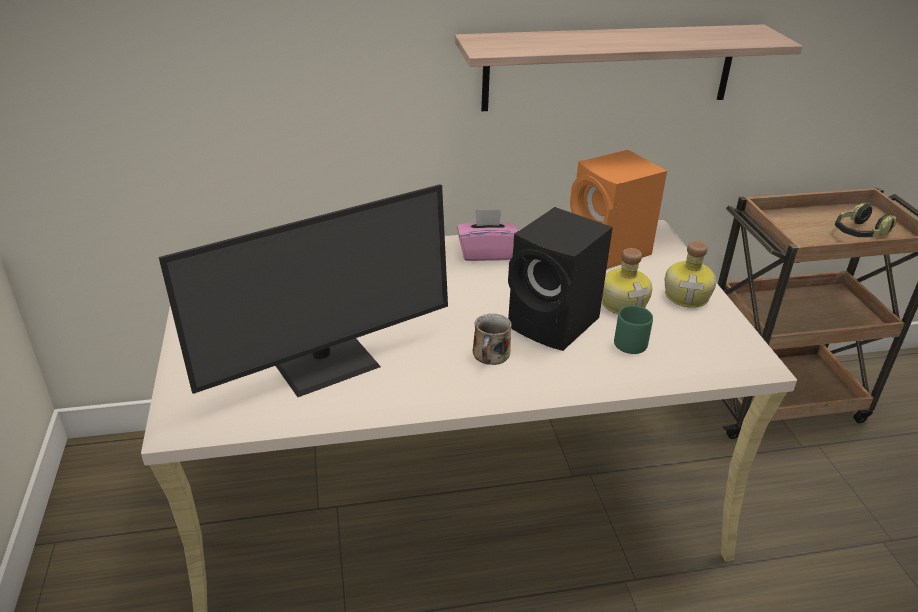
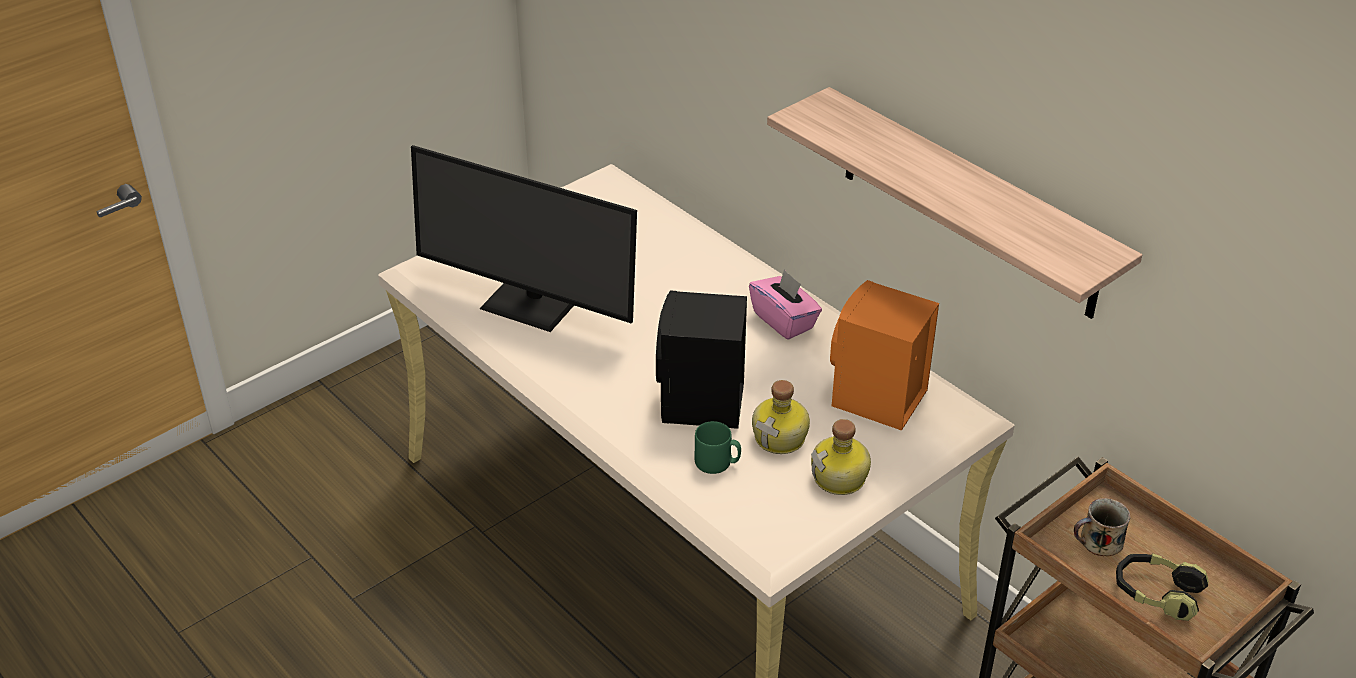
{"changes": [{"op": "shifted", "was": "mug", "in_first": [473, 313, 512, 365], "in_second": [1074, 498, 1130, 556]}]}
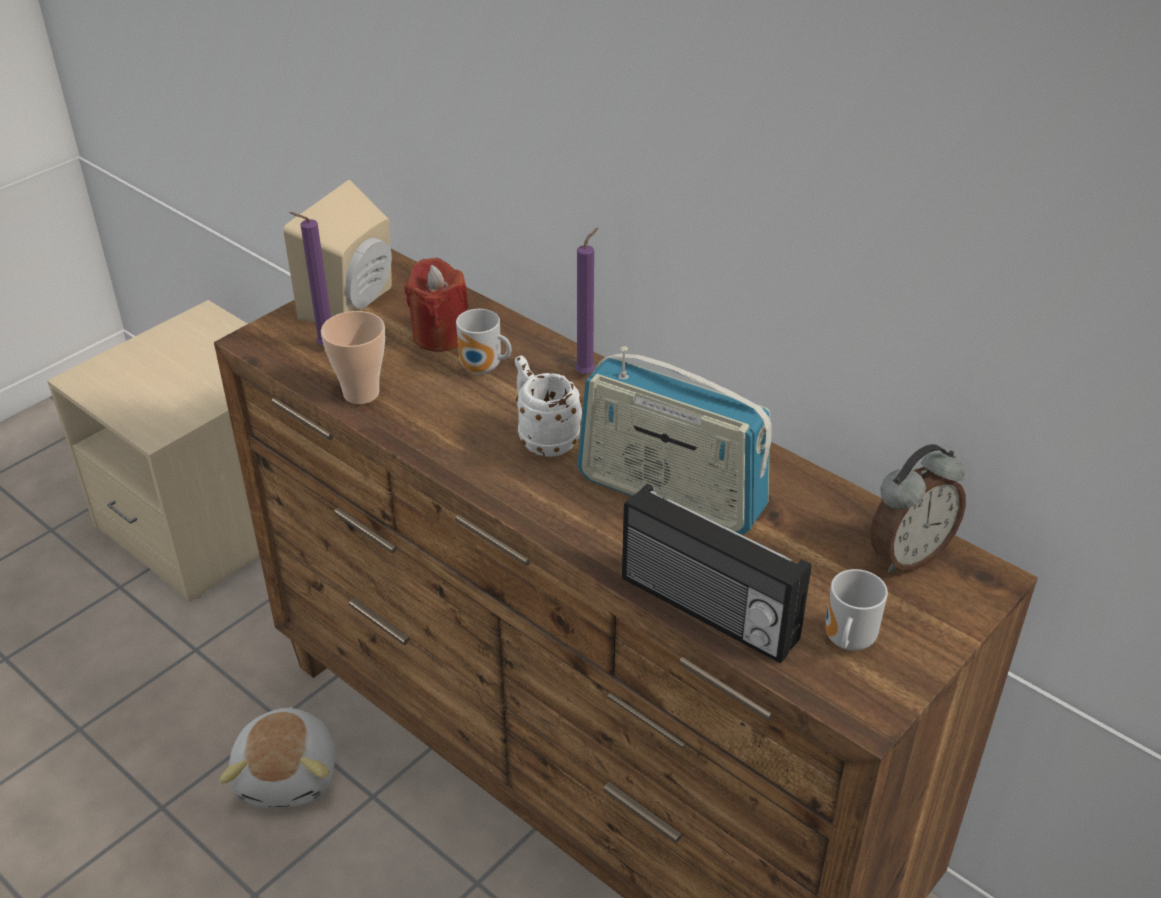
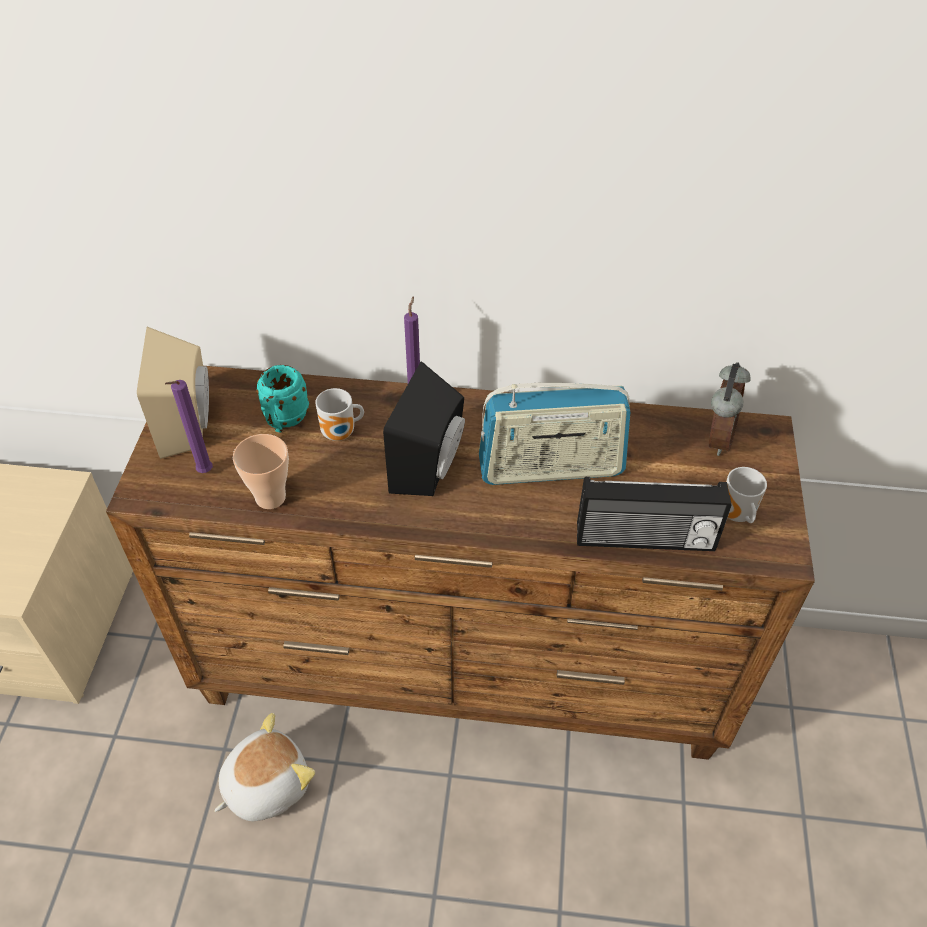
{"changes": [{"op": "rotated", "was": "plush_toy", "in_first": [220, 707, 336, 808], "in_second": [214, 713, 315, 821], "clockwise": -90}, {"op": "swapped", "was": "red_candle", "now": "turquoise_mug", "in_first": [404, 258, 469, 352], "in_second": [256, 365, 309, 433]}, {"op": "swapped", "was": "white_mug", "now": "black_speaker", "in_first": [515, 356, 582, 457], "in_second": [383, 361, 465, 496]}]}
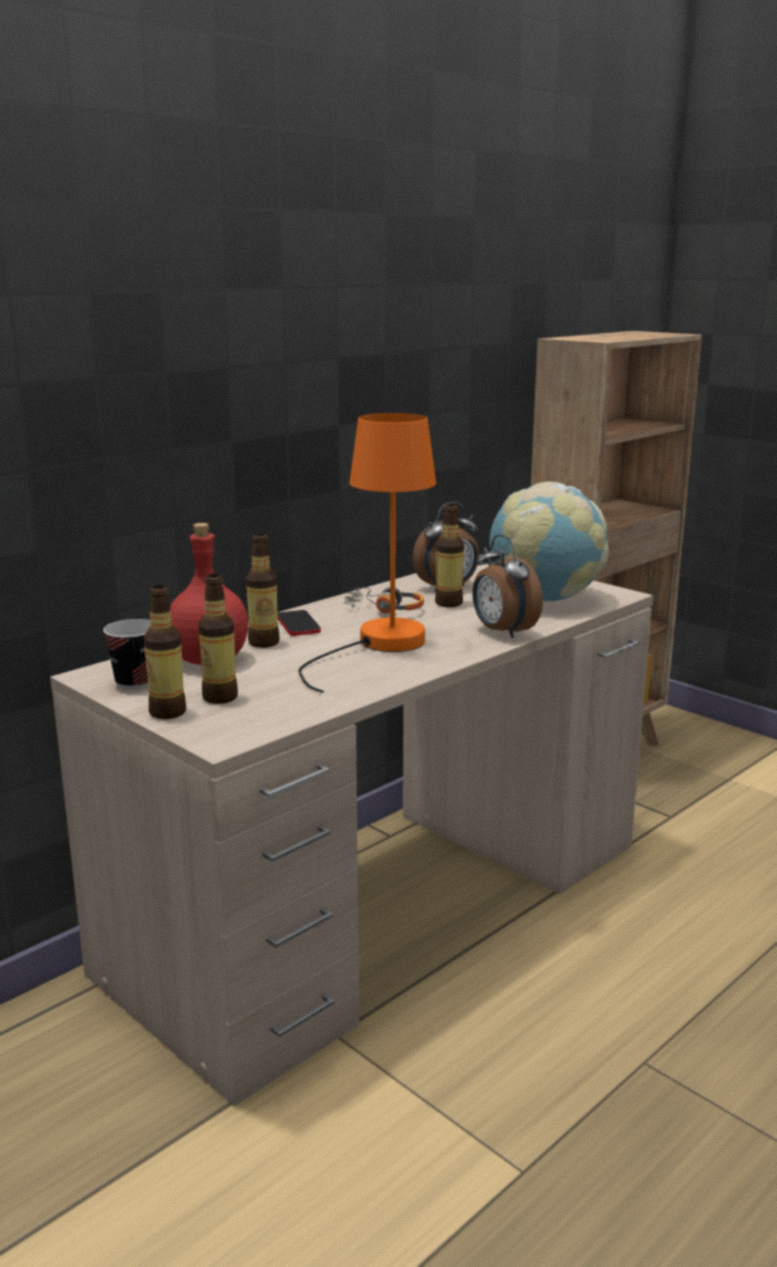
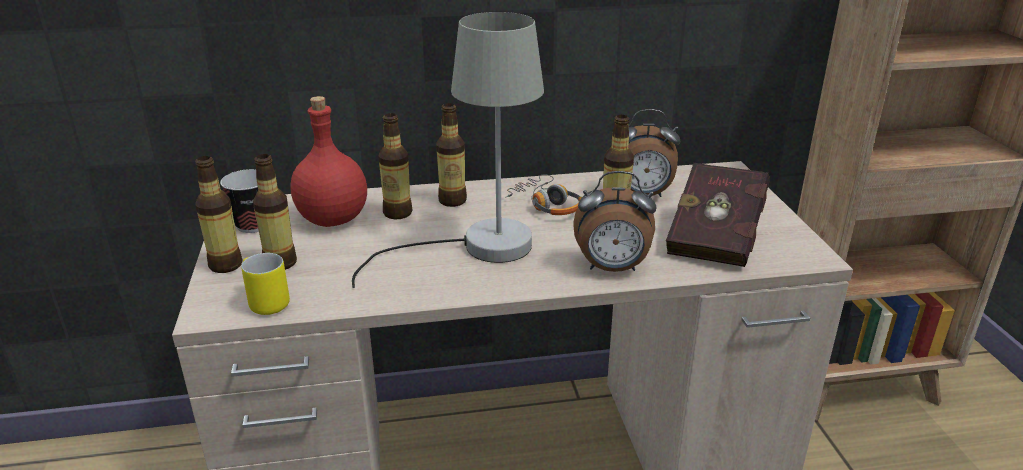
{"changes": [{"op": "swapped", "was": "phone", "now": "bottle", "in_first": [277, 610, 321, 636], "in_second": [436, 103, 467, 207]}, {"op": "repainted", "was": "orange_table_lamp", "now": "grey_table_lamp", "in_first": [298, 413, 436, 693], "in_second": [352, 12, 544, 288]}, {"op": "rotated", "was": "alarm_clock", "in_first": [472, 535, 543, 638], "in_second": [573, 171, 656, 272], "clockwise": -90}, {"op": "swapped", "was": "globe", "now": "red_book", "in_first": [490, 482, 609, 601], "in_second": [666, 163, 770, 267]}, {"op": "new", "now": "yellow_mug", "in_second": [241, 253, 290, 315]}]}
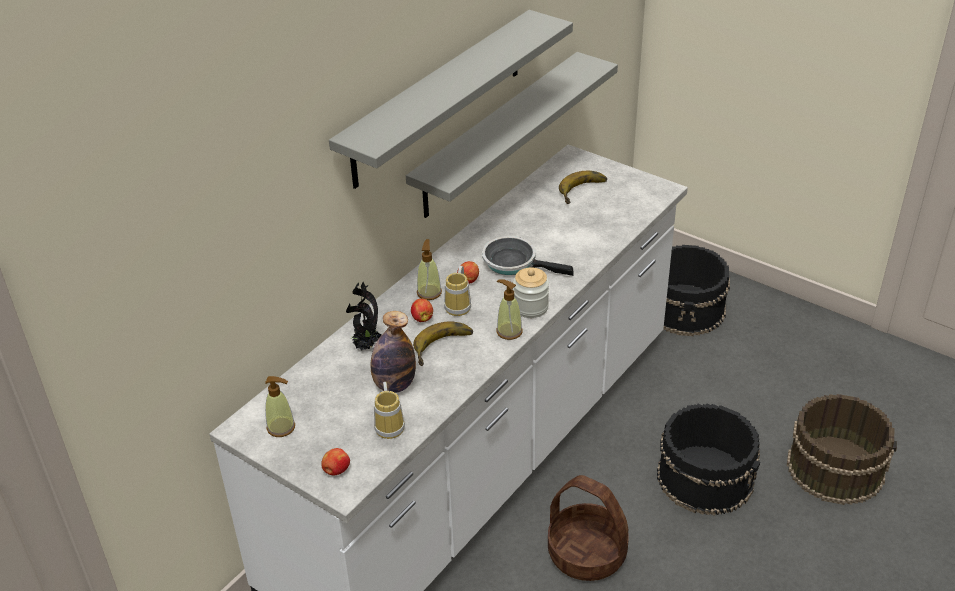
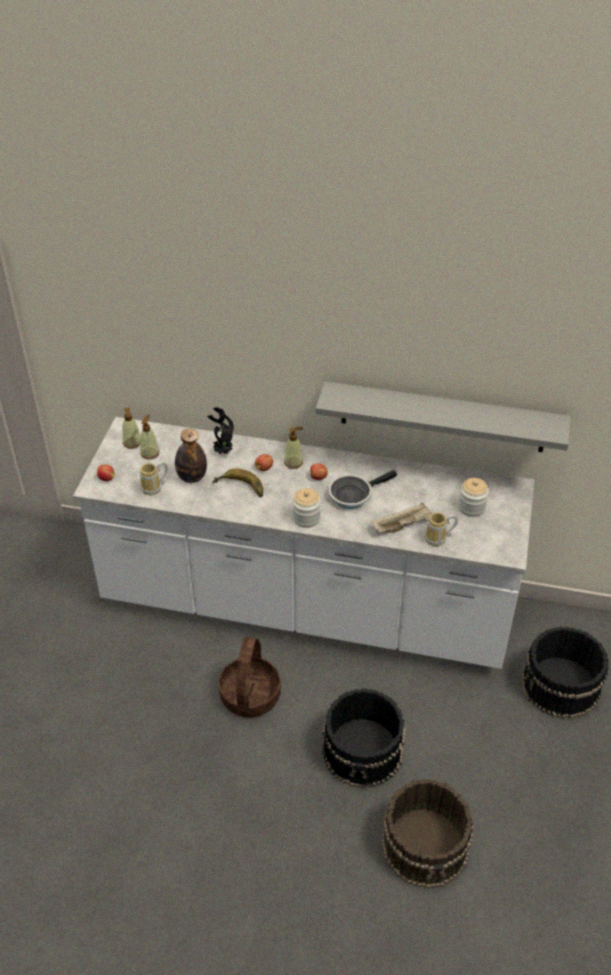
{"changes": [{"op": "gone", "was": "grey_shelf", "in_first": [329, 10, 573, 189]}, {"op": "shifted", "was": "mug", "in_first": [444, 266, 471, 316], "in_second": [425, 512, 458, 546]}, {"op": "rotated", "was": "frying_pan", "in_first": [482, 236, 574, 276], "in_second": [328, 470, 397, 509], "clockwise": -120}, {"op": "shifted", "was": "soap_dispenser", "in_first": [496, 279, 523, 340], "in_second": [140, 415, 159, 459]}, {"op": "swapped", "was": "banana", "now": "jar", "in_first": [559, 171, 607, 204], "in_second": [458, 478, 489, 517]}, {"op": "new", "now": "beige_tray", "in_second": [372, 503, 432, 533]}]}
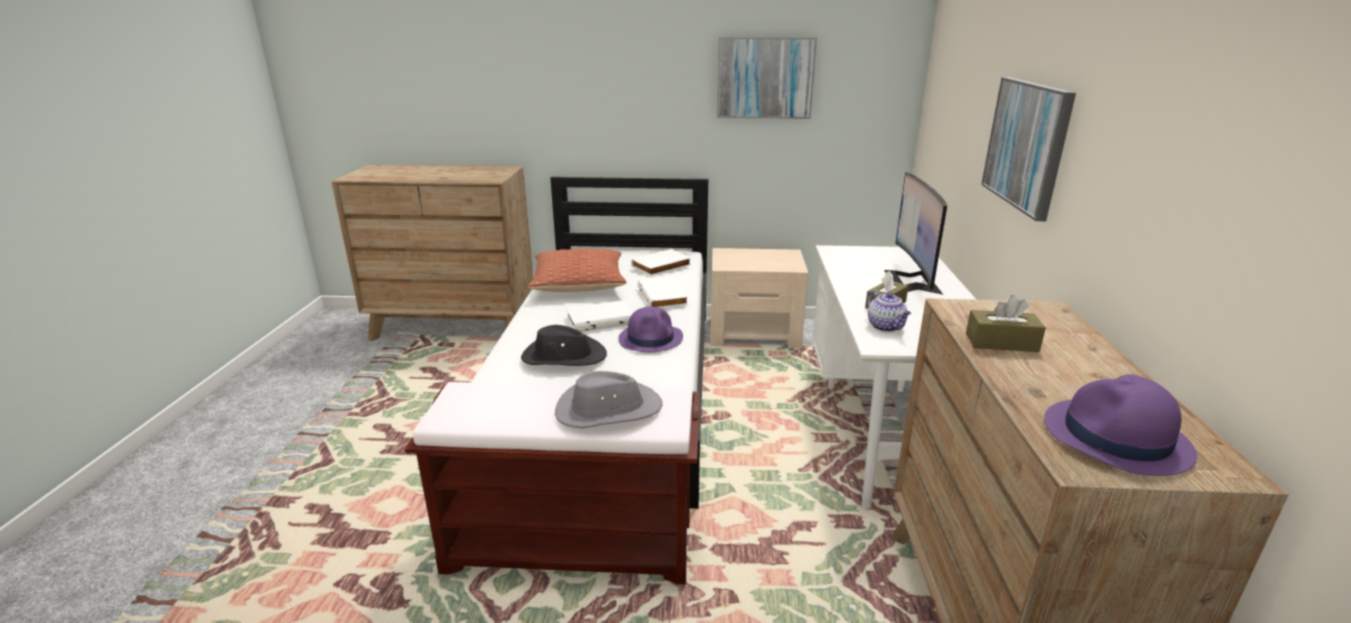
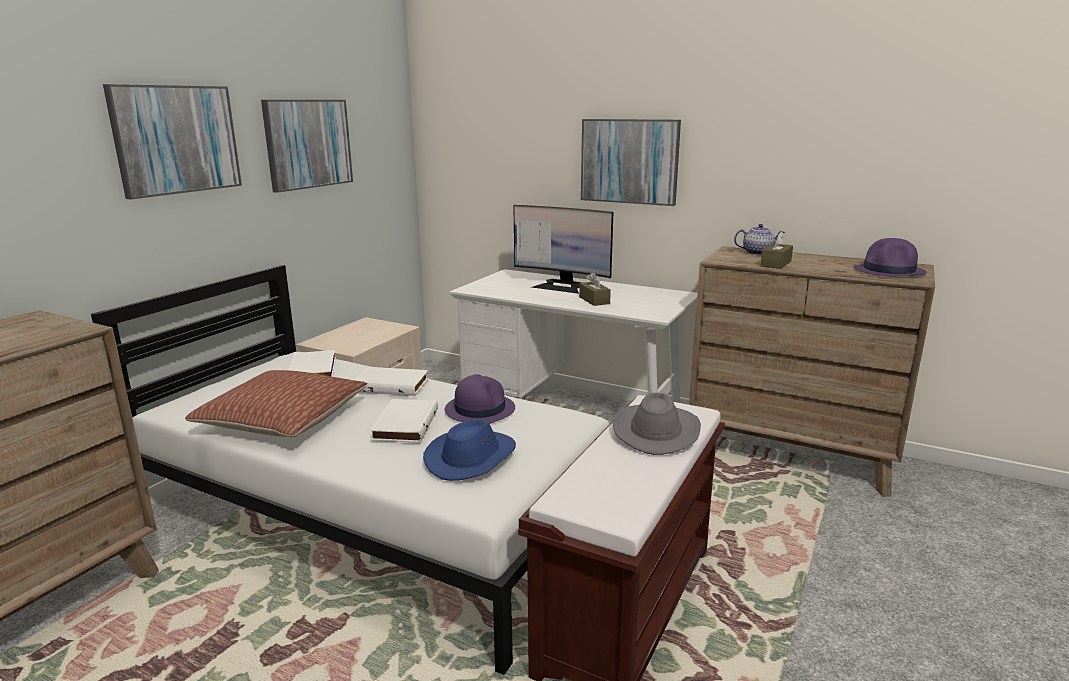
{"changes": [{"op": "repainted", "was": "black_hat", "now": "blue_hat", "in_first": [521, 325, 607, 366], "in_second": [423, 420, 516, 481]}, {"op": "shifted", "was": "teapot", "in_first": [867, 291, 911, 332], "in_second": [734, 224, 785, 255]}, {"op": "new", "now": "picture", "in_second": [103, 84, 242, 199]}]}
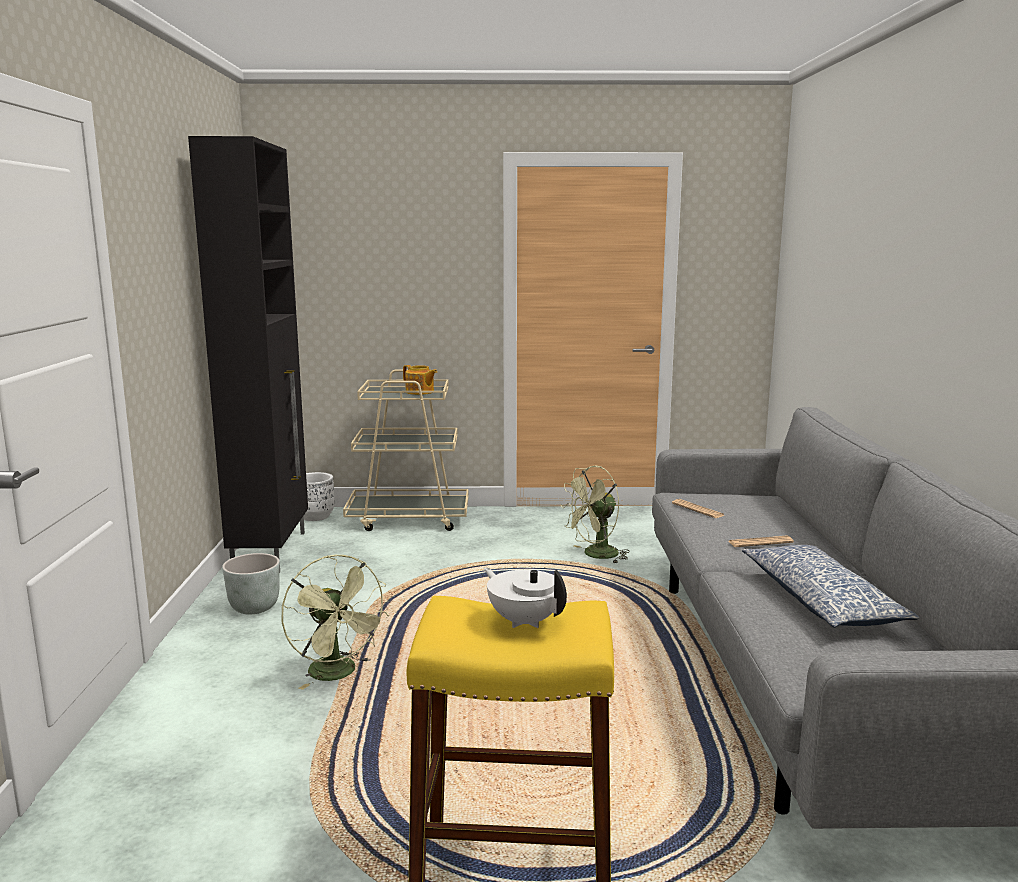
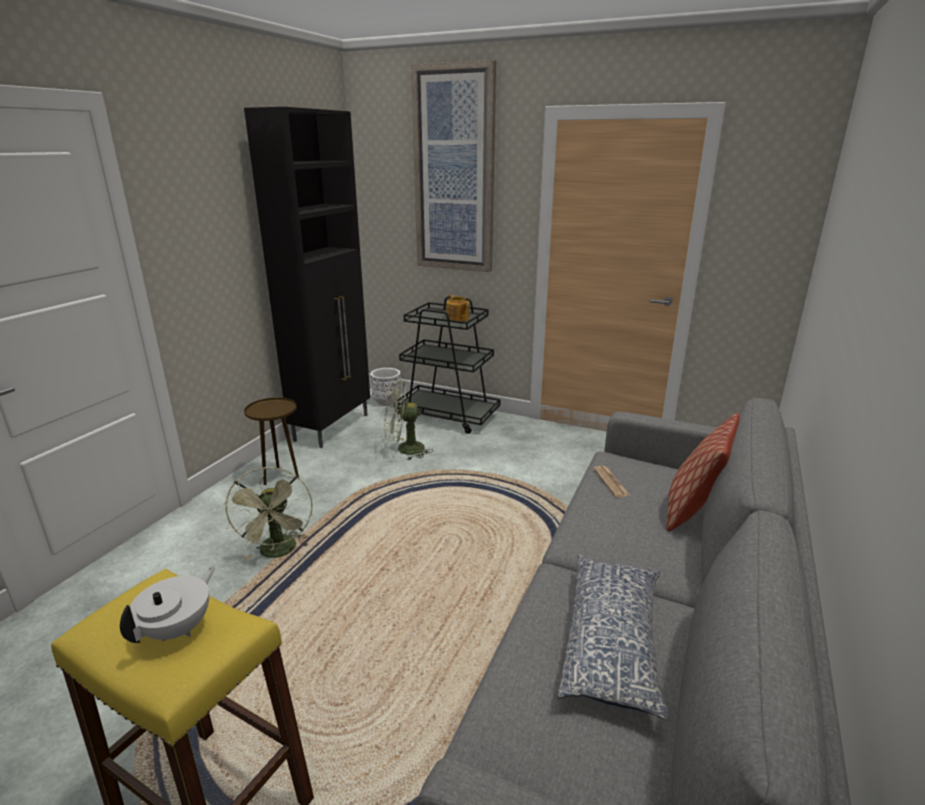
{"changes": [{"op": "swapped", "was": "grey_planter", "now": "brown_side_table", "in_first": [222, 553, 280, 614], "in_second": [244, 397, 299, 485]}, {"op": "repainted", "was": "beige_cart", "now": "black_cart", "in_first": [343, 369, 468, 531], "in_second": [394, 296, 501, 434]}, {"op": "rotated", "was": "white_teapot", "in_first": [484, 568, 567, 628], "in_second": [120, 566, 215, 643], "clockwise": 45}, {"op": "shifted", "was": "green_fan", "in_first": [561, 465, 630, 564], "in_second": [384, 380, 433, 460]}, {"op": "gone", "was": "newspaper", "in_first": [728, 535, 794, 547]}, {"op": "new", "now": "picture", "in_second": [411, 60, 496, 272]}, {"op": "new", "now": "pillow", "in_second": [666, 413, 740, 531]}]}
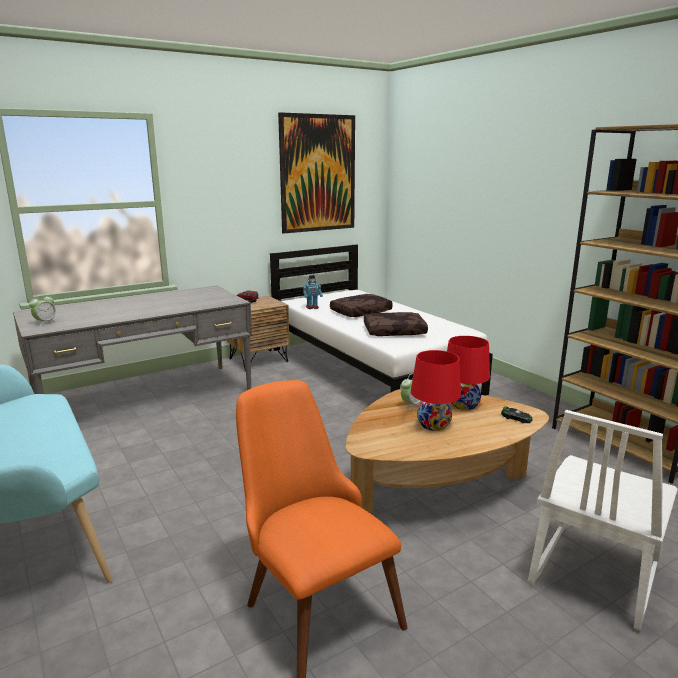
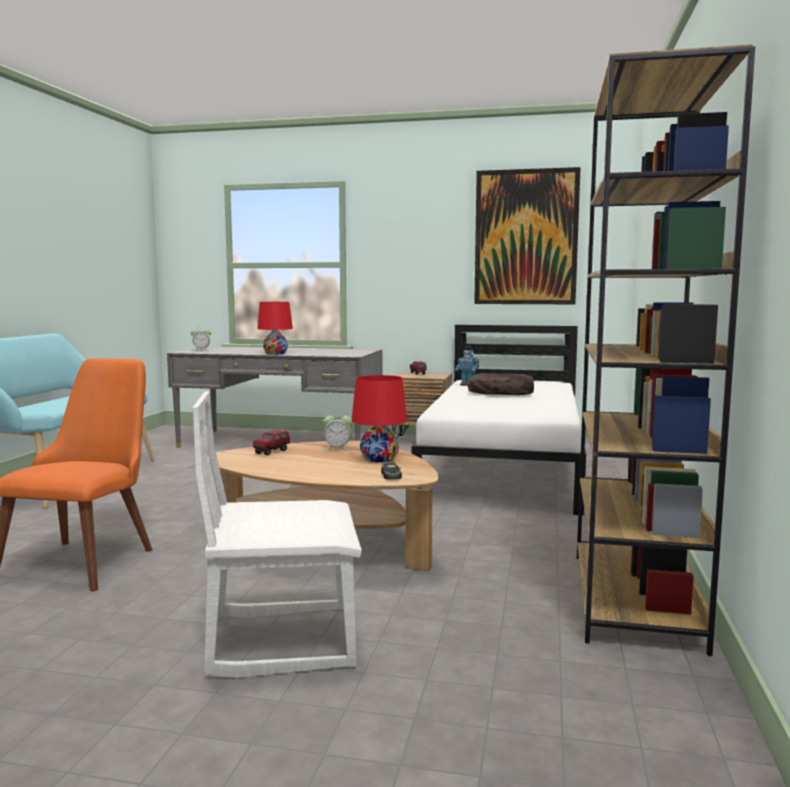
{"changes": [{"op": "gone", "was": "brown_pillow", "in_first": [364, 312, 428, 336]}, {"op": "shifted", "was": "red_table_lamp", "in_first": [411, 350, 461, 431], "in_second": [257, 302, 293, 355]}, {"op": "new", "now": "toy_truck", "in_second": [253, 430, 290, 456]}]}
